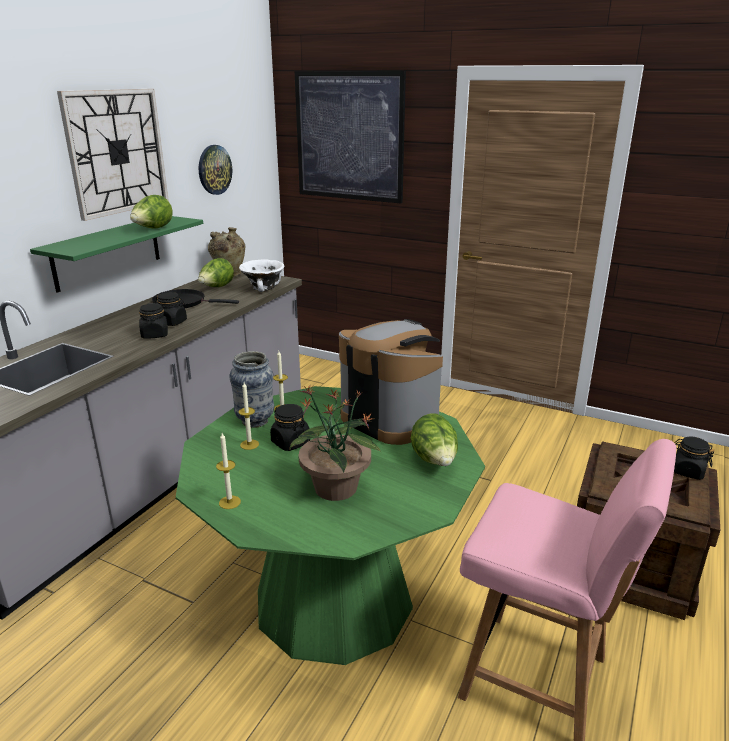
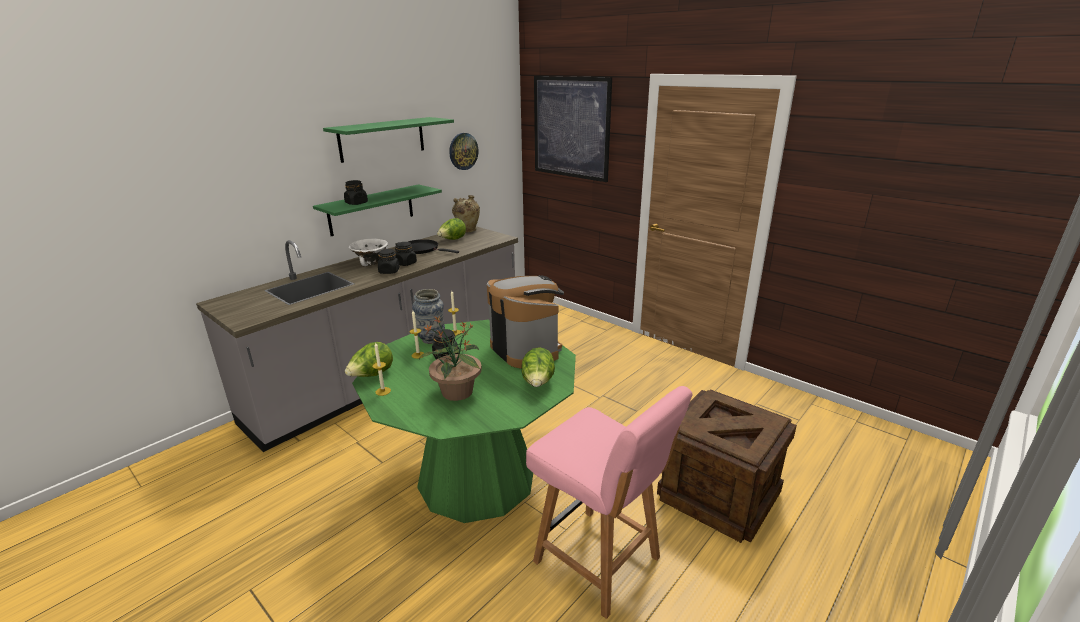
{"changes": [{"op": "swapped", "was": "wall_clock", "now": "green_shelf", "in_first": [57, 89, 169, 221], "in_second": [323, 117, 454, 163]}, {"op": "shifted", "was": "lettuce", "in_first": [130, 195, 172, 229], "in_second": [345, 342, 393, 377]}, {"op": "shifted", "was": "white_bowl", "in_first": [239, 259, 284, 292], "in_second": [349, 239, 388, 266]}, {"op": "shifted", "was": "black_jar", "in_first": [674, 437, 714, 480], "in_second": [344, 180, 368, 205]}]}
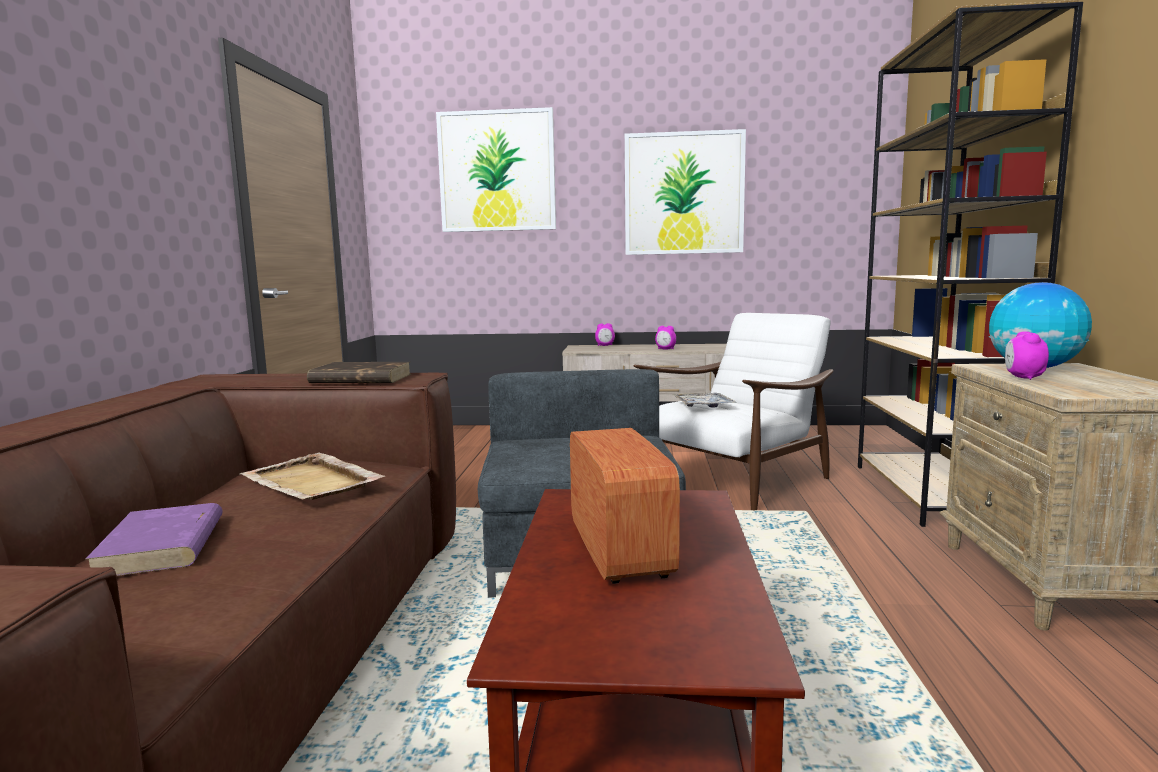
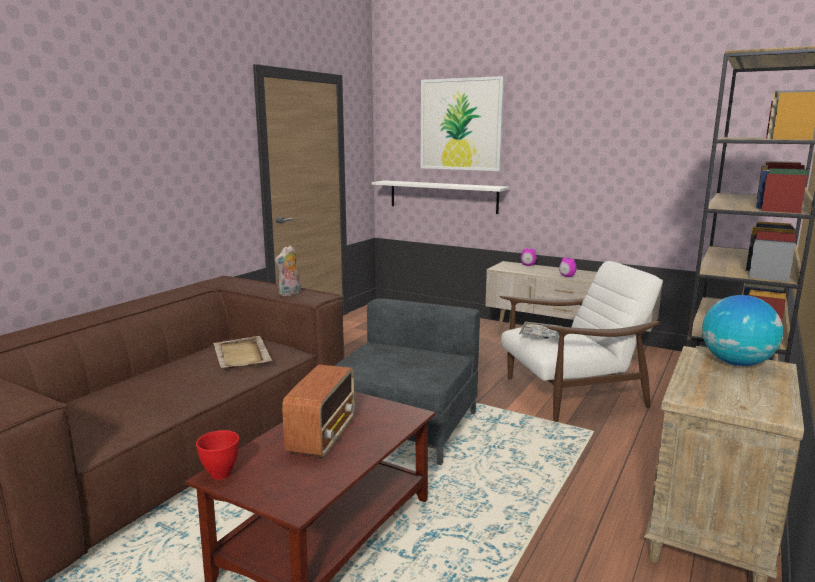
{"changes": [{"op": "gone", "was": "purple_book", "in_first": [85, 503, 223, 576]}, {"op": "swapped", "was": "brown_book", "now": "plush_toy", "in_first": [307, 362, 411, 383], "in_second": [275, 245, 301, 296]}, {"op": "gone", "was": "picture", "in_first": [625, 129, 746, 255]}, {"op": "gone", "was": "alarm_clock", "in_first": [1005, 331, 1049, 380]}, {"op": "new", "now": "red_bowl", "in_second": [196, 430, 239, 480]}, {"op": "new", "now": "white_shelf", "in_second": [372, 180, 509, 214]}]}
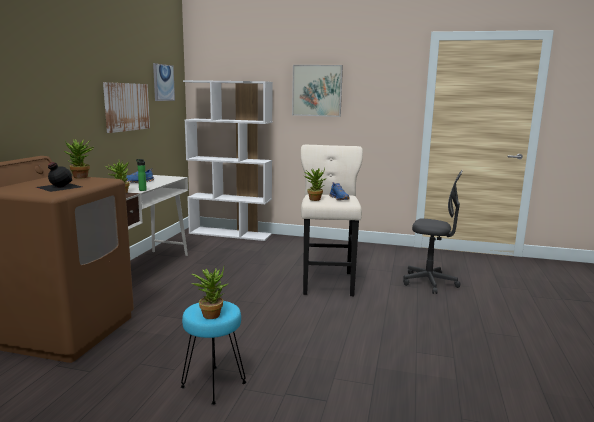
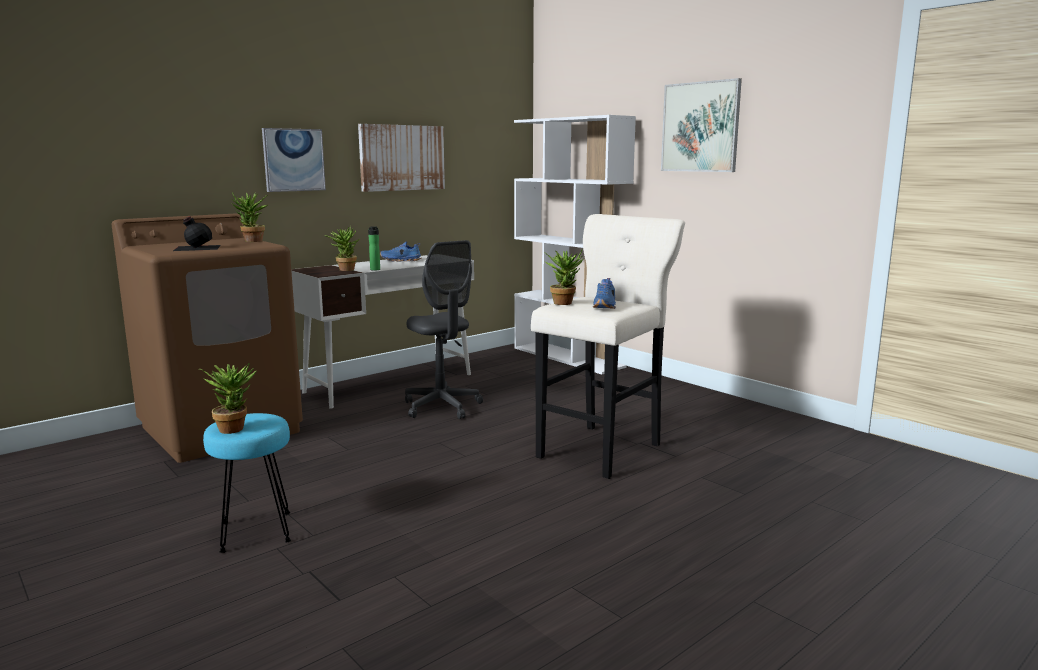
{"changes": [{"op": "shifted", "was": "picture", "in_first": [153, 63, 175, 101], "in_second": [262, 128, 326, 192]}, {"op": "shifted", "was": "grey_office_chair", "in_first": [403, 170, 463, 294], "in_second": [405, 240, 483, 419]}]}
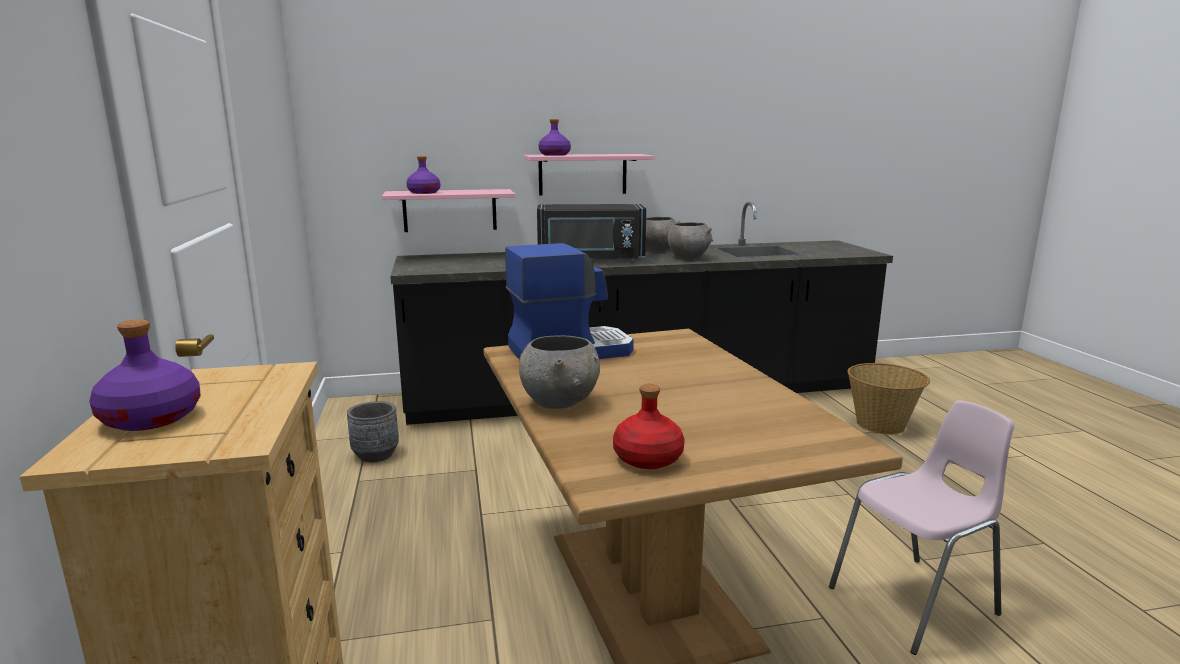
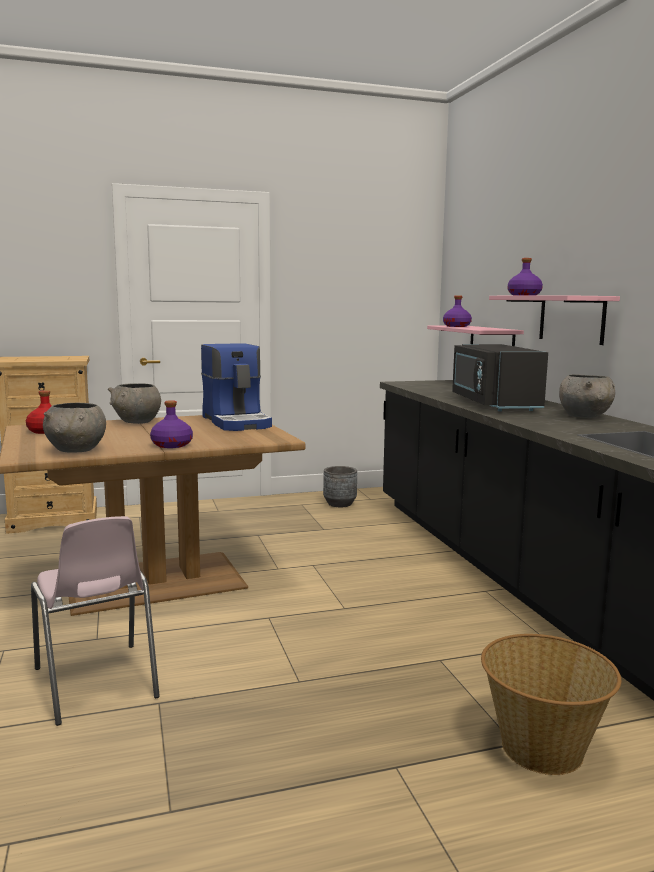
{"changes": [{"op": "shifted", "was": "purple_bottle", "in_first": [89, 319, 200, 431], "in_second": [150, 400, 193, 448]}, {"op": "shifted", "was": "grey_bowl", "in_first": [667, 222, 713, 259], "in_second": [43, 403, 106, 453]}]}
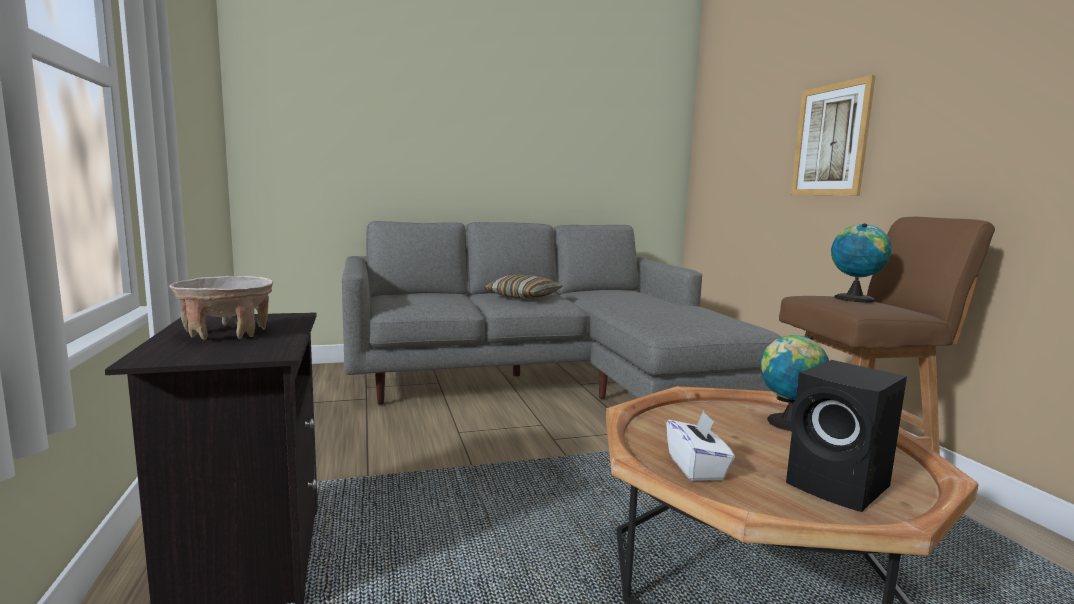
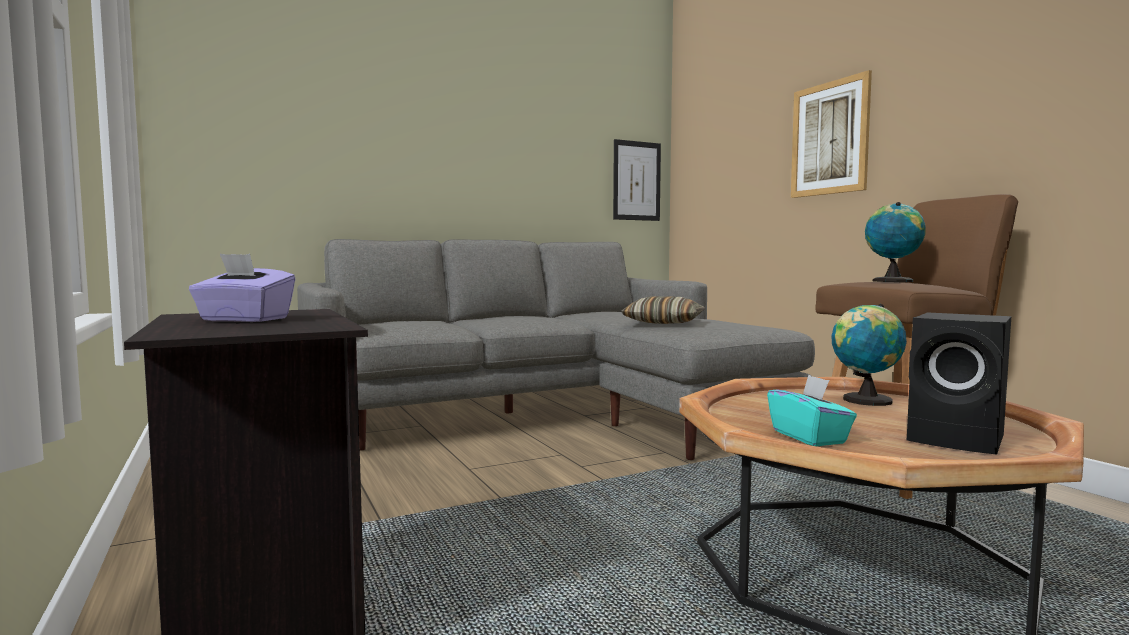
{"changes": [{"op": "swapped", "was": "beige_bowl", "now": "purple_tissue_box", "in_first": [169, 276, 273, 340], "in_second": [189, 254, 295, 322]}, {"op": "shifted", "was": "pillow", "in_first": [484, 275, 563, 299], "in_second": [621, 296, 705, 324]}, {"op": "repainted", "was": "white_tissue_box", "now": "turquoise_tissue_box", "in_first": [666, 410, 735, 481], "in_second": [767, 375, 857, 446]}, {"op": "new", "now": "picture", "in_second": [613, 139, 661, 221]}]}
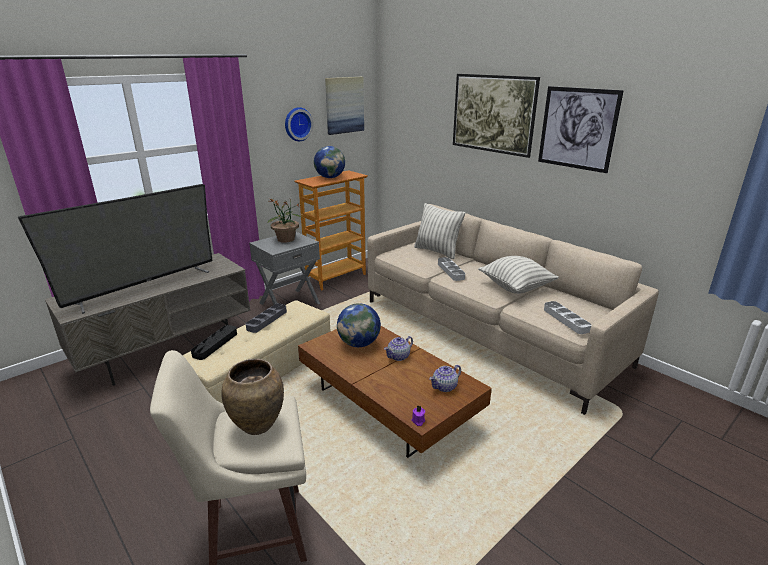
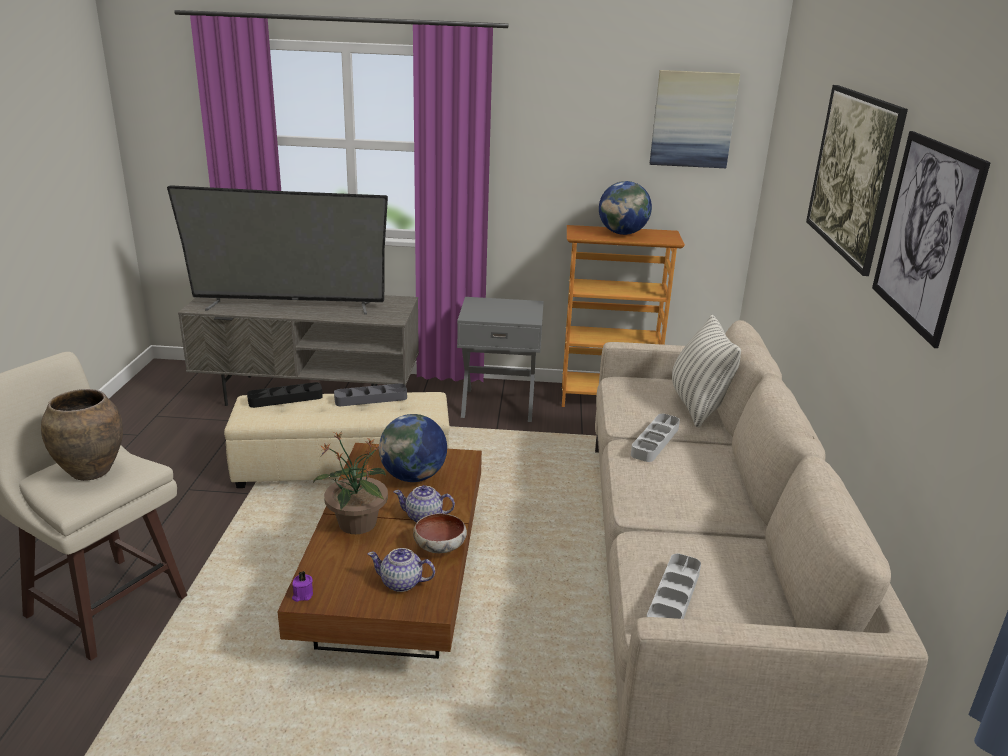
{"changes": [{"op": "shifted", "was": "potted_plant", "in_first": [267, 198, 303, 243], "in_second": [313, 432, 388, 534]}, {"op": "gone", "was": "wall_clock", "in_first": [285, 107, 313, 141]}, {"op": "gone", "was": "pillow", "in_first": [478, 256, 559, 294]}, {"op": "new", "now": "bowl", "in_second": [413, 513, 467, 553]}]}
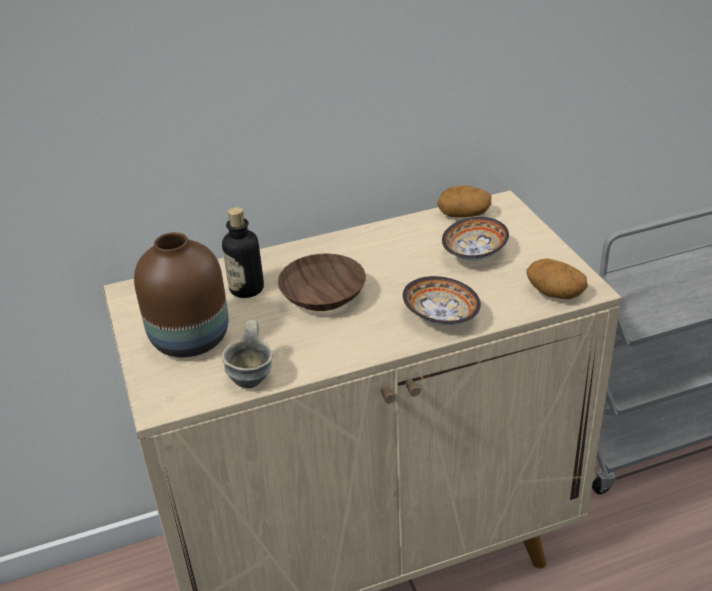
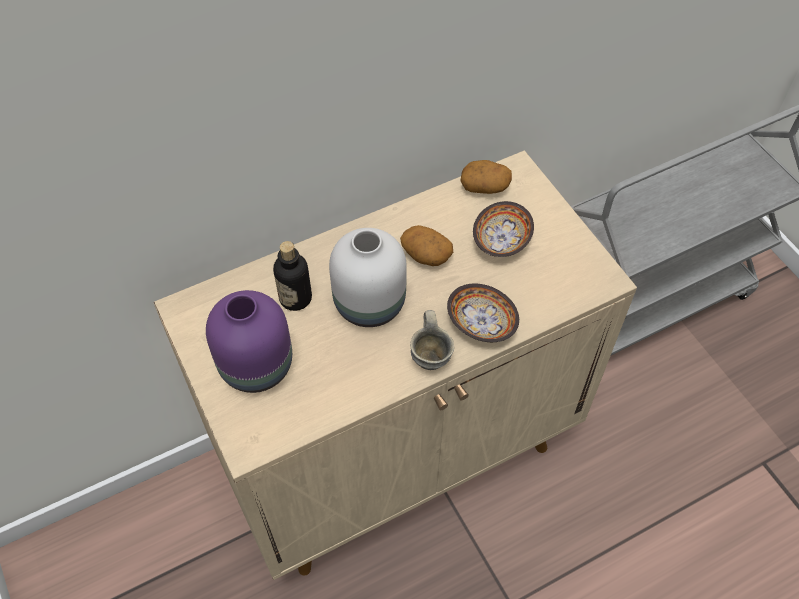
{"changes": [{"op": "repainted", "was": "brown_vase", "now": "purple_vase", "in_first": [134, 232, 228, 357], "in_second": [206, 290, 292, 393]}, {"op": "shifted", "was": "grey_mug", "in_first": [222, 320, 273, 388], "in_second": [410, 310, 454, 370]}, {"op": "swapped", "was": "brown_bowl", "now": "white_vase", "in_first": [278, 253, 366, 311], "in_second": [329, 228, 407, 327]}, {"op": "shifted", "was": "potato", "in_first": [527, 258, 588, 299], "in_second": [400, 225, 453, 266]}]}
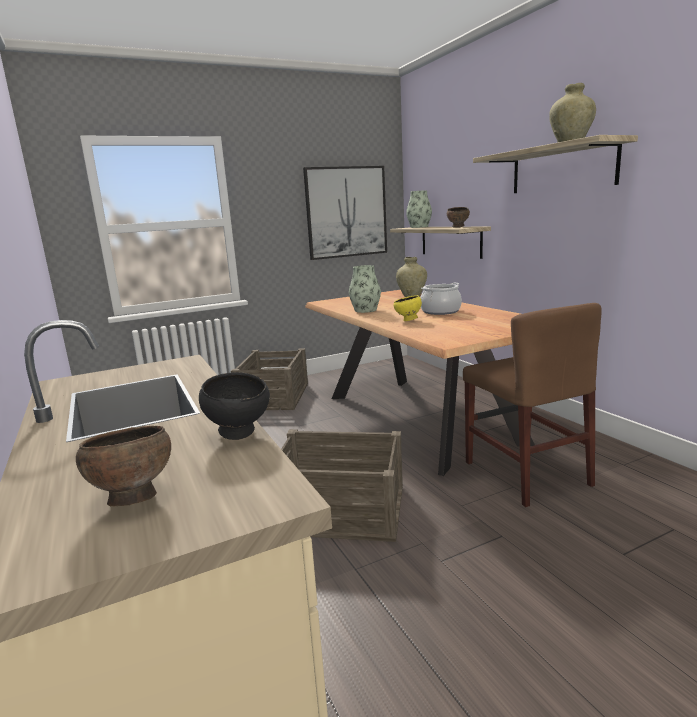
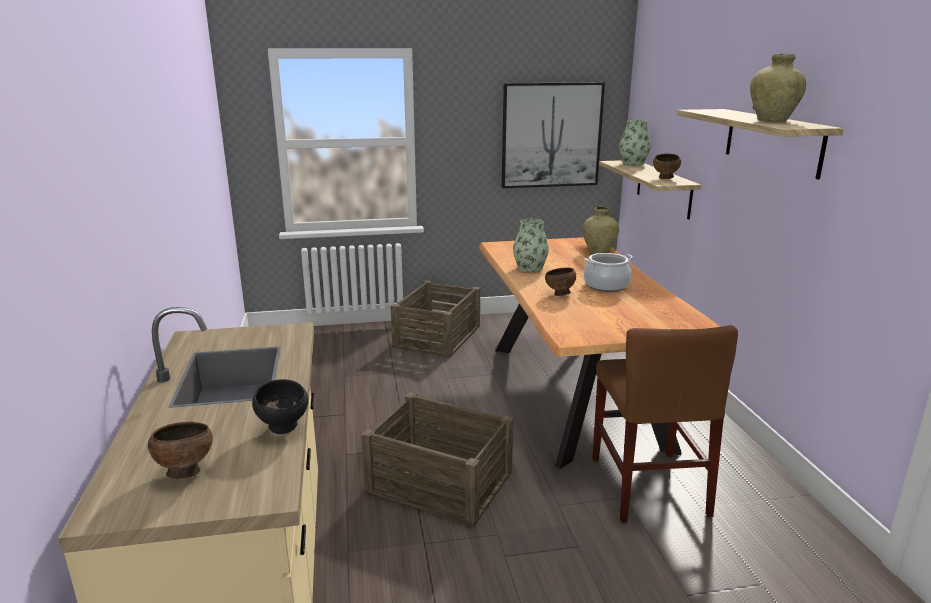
{"changes": [{"op": "repainted", "was": "yellow_bowl", "now": "brown_bowl", "in_first": [394, 295, 422, 321], "in_second": [545, 267, 576, 296]}]}
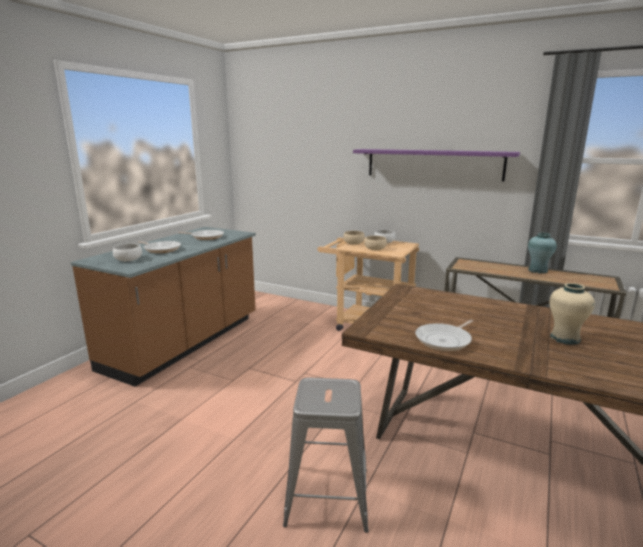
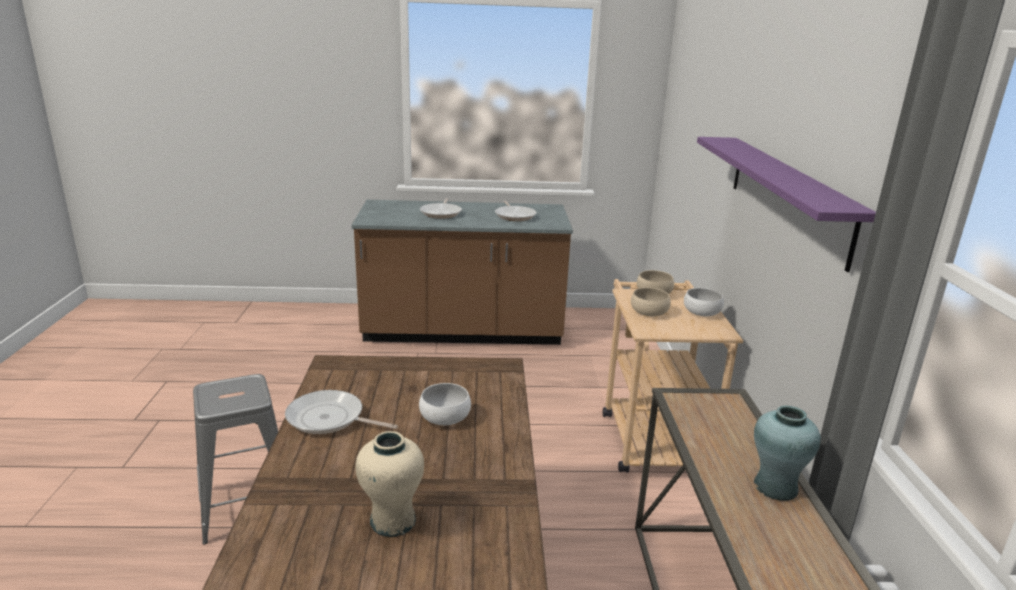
{"changes": [{"op": "shifted", "was": "white_bowl", "in_first": [113, 244, 142, 261], "in_second": [419, 383, 471, 425]}]}
